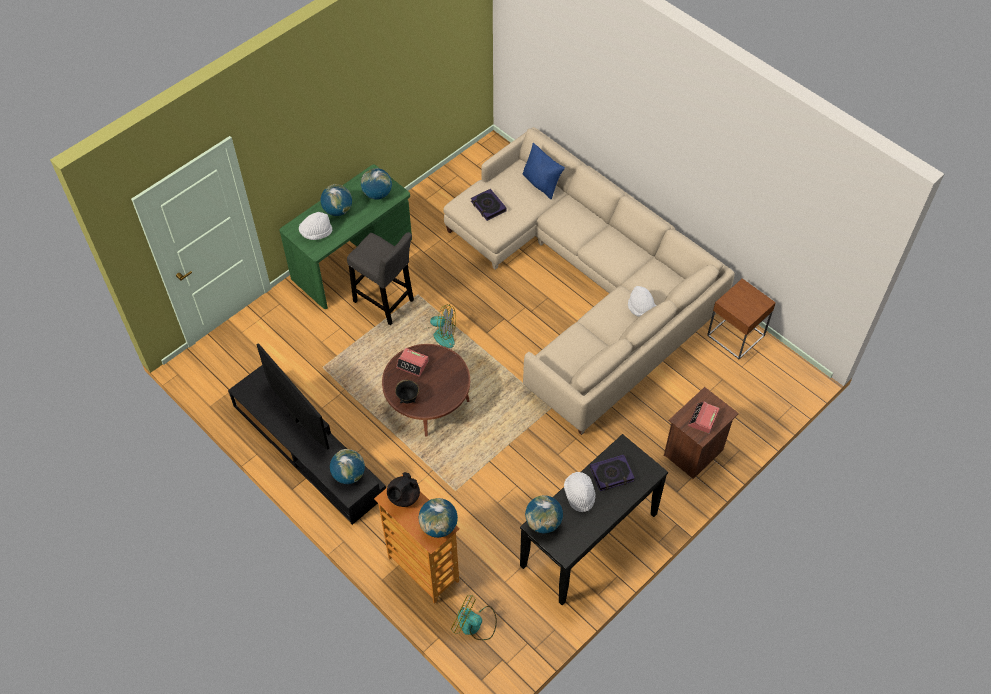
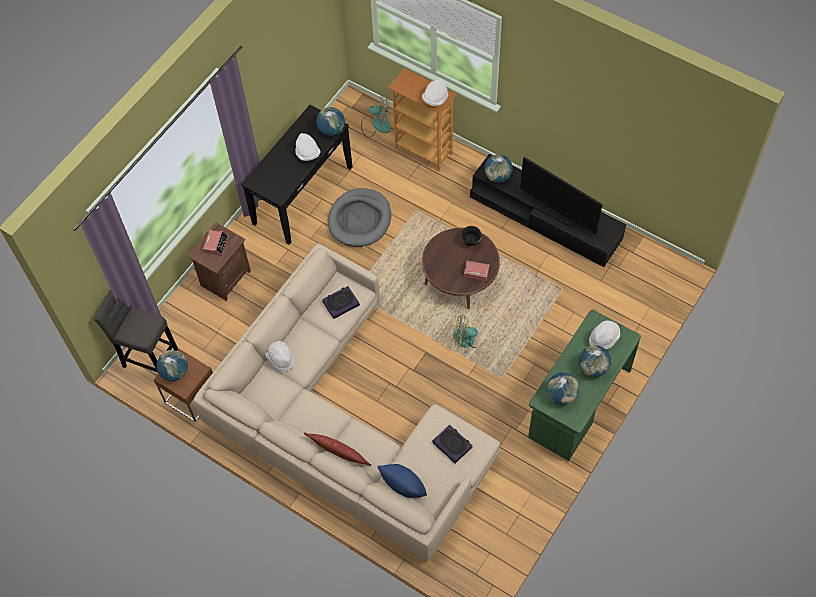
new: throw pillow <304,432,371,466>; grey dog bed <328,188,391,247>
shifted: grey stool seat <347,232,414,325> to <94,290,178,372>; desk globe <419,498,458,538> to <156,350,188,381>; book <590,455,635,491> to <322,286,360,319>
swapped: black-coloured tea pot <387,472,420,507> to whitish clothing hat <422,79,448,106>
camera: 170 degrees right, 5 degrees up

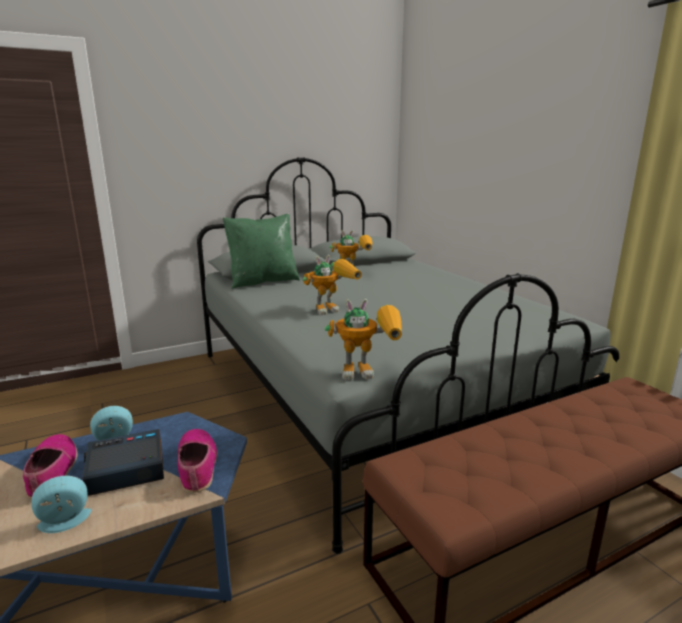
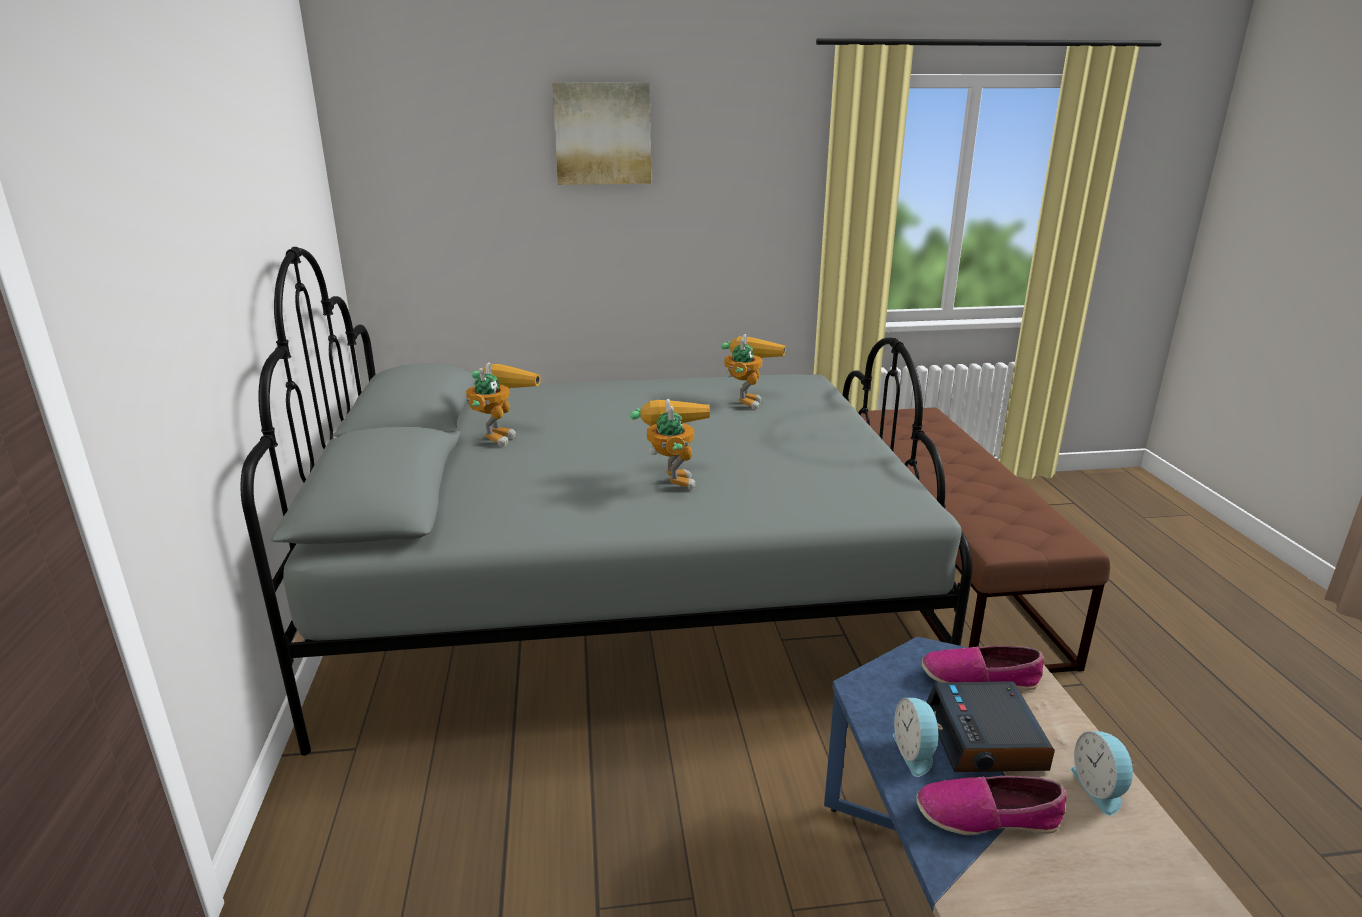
gone: green-coloured throw pillow <223,214,300,289>
new: wall picture <552,82,651,185>
shifted: model robot <324,299,402,380> to <721,334,785,410>
camera: 70 degrees left, 5 degrees up

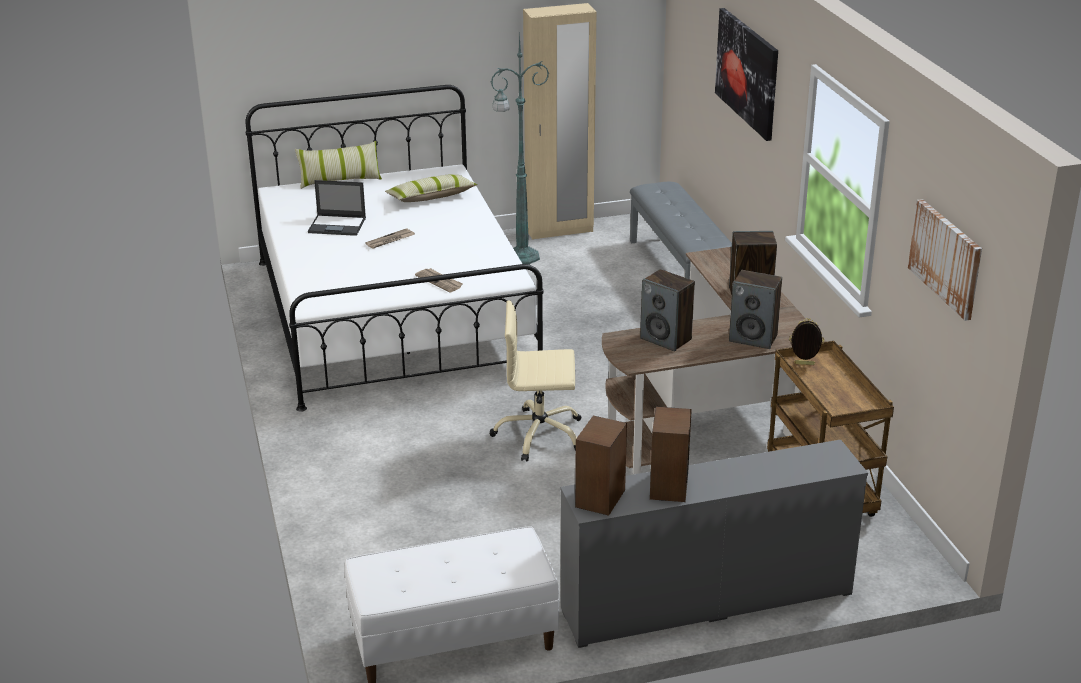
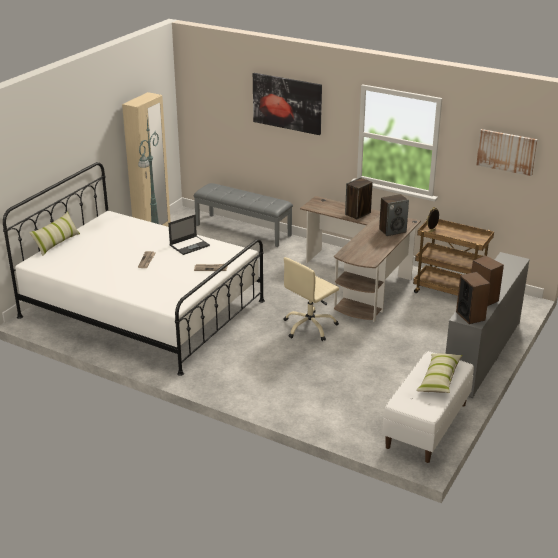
gone: audio speaker <640,269,695,351>
shifted: notebook computer <308,180,366,236> to <168,214,210,255>; throw pillow <385,174,477,202> to <416,354,463,393>
camera: 45 degrees left, 0 degrees up

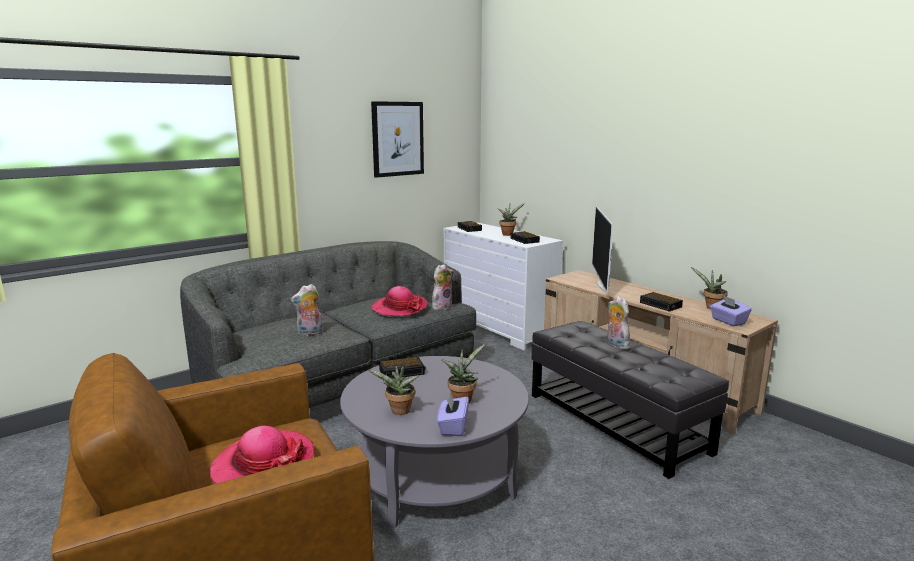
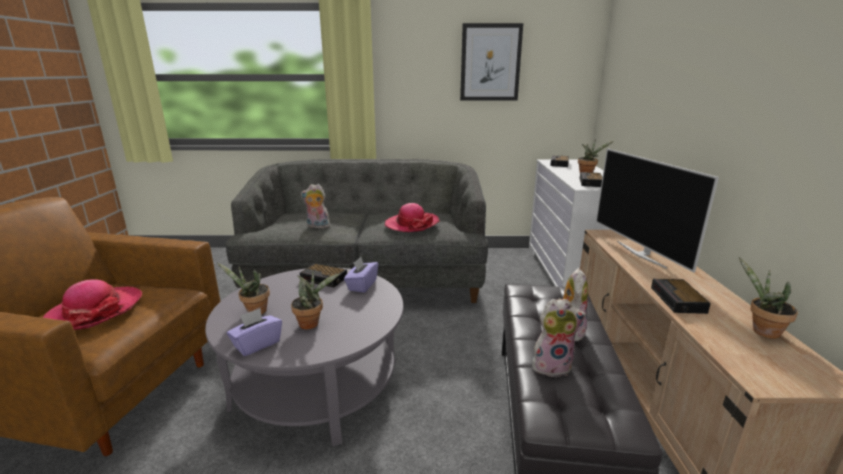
shifted: purple-coloured tissue holder <710,296,751,326> to <344,257,378,293>; soft toy <432,264,453,310> to <532,299,586,378>
rotated: TV set <592,206,613,293> = <596,148,719,273> 60 degrees counterclockwise
camera: 40 degrees right, 5 degrees up

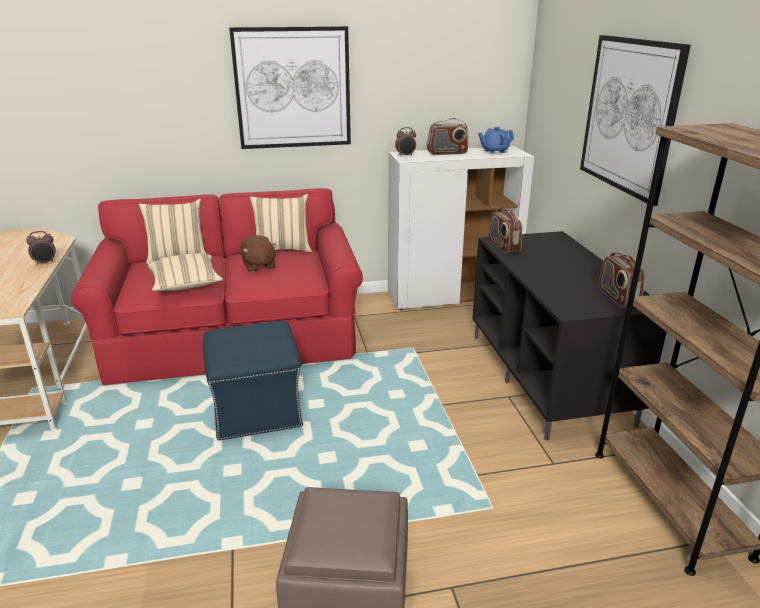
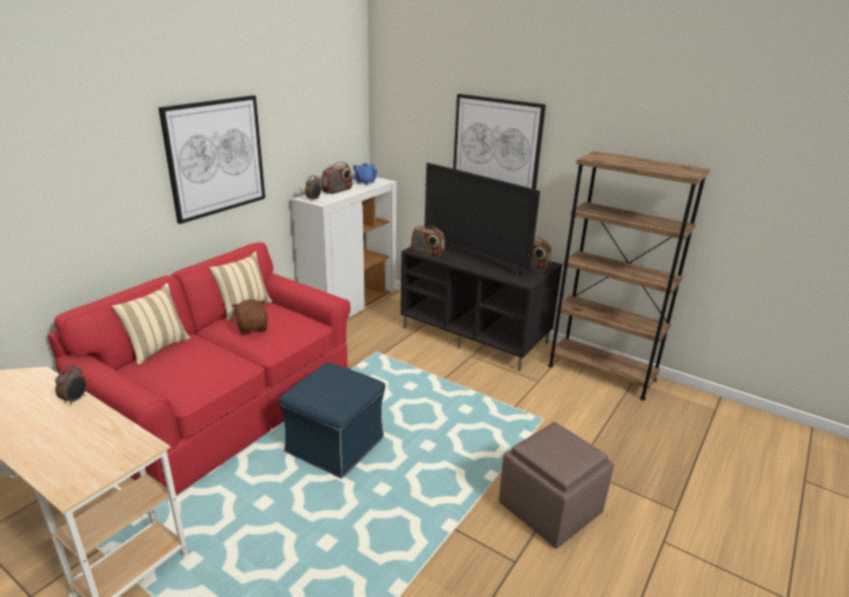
gone: sand-coloured throw pillow <148,253,223,291>
new: TV set <424,163,540,277>
rotated: brownish soft toy <240,235,277,272> = <232,299,268,335> 135 degrees counterclockwise
camera: 45 degrees left, 0 degrees up

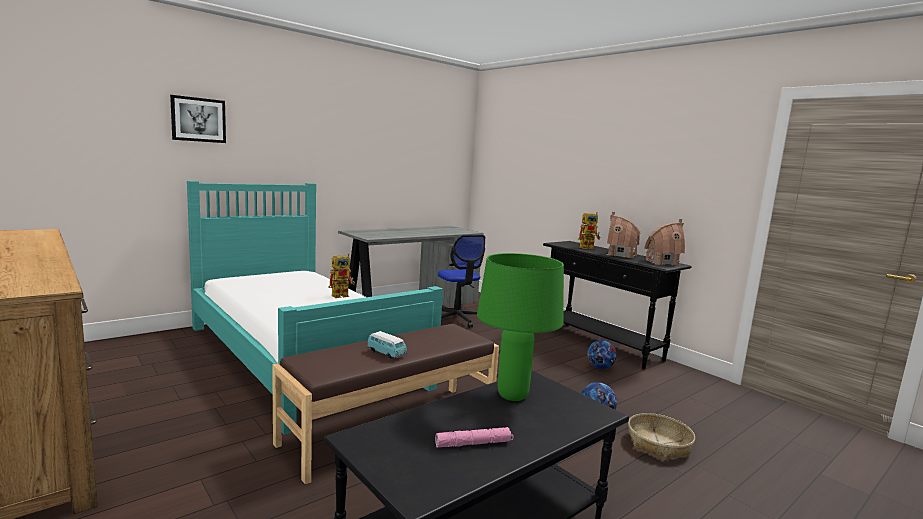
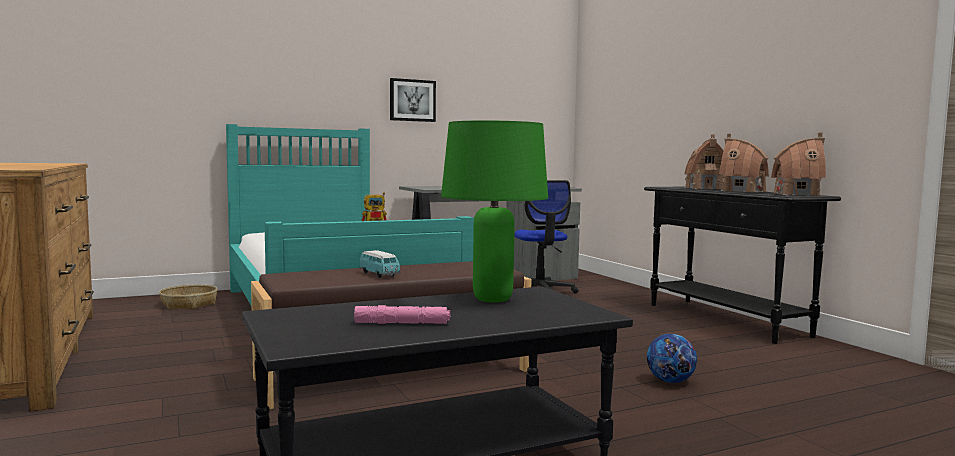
gone: football ball <587,340,617,369>
shifted: household basket <628,413,695,461> to <159,284,218,309>; wall picture <170,95,226,143> to <390,78,436,122>
swapped: model robot <578,212,600,249> to model house <684,134,725,189>
camera: 15 degrees right, 5 degrees down

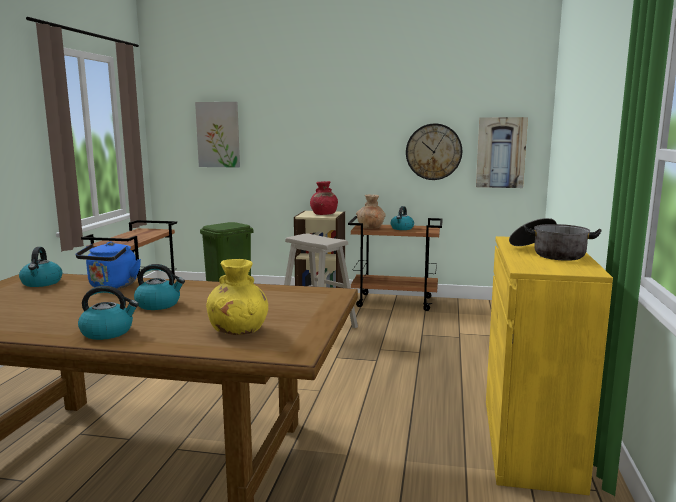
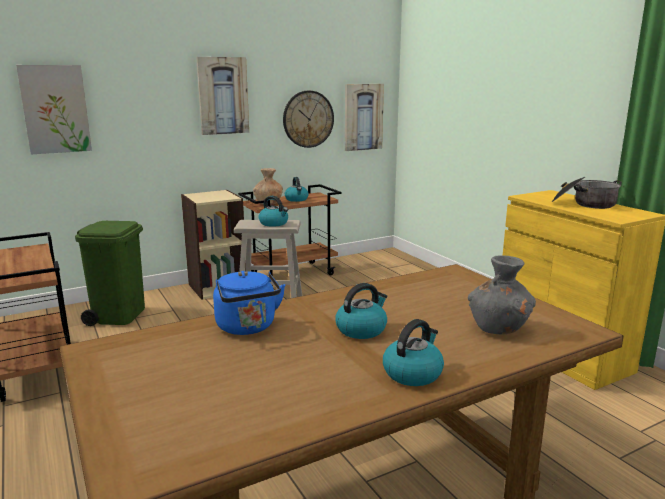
gone: reddish flower vase <310,181,338,215>
new: wall picture <196,57,249,135>
shifted: kettle <19,247,62,287> to <259,196,288,227>
repainted: yellow flower vase <206,259,268,335> to grey flower vase <468,256,536,334>
camera: 40 degrees left, 5 degrees up

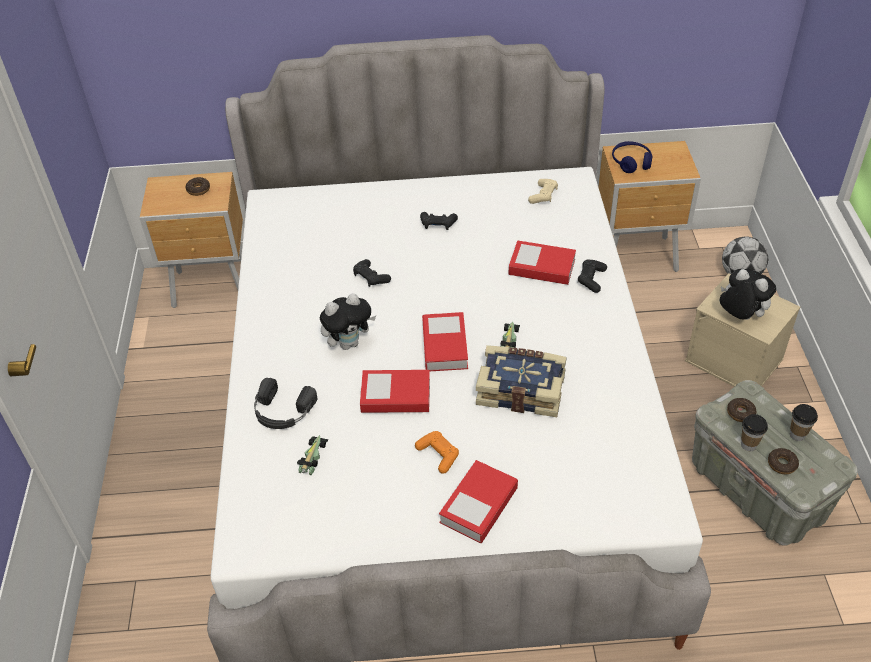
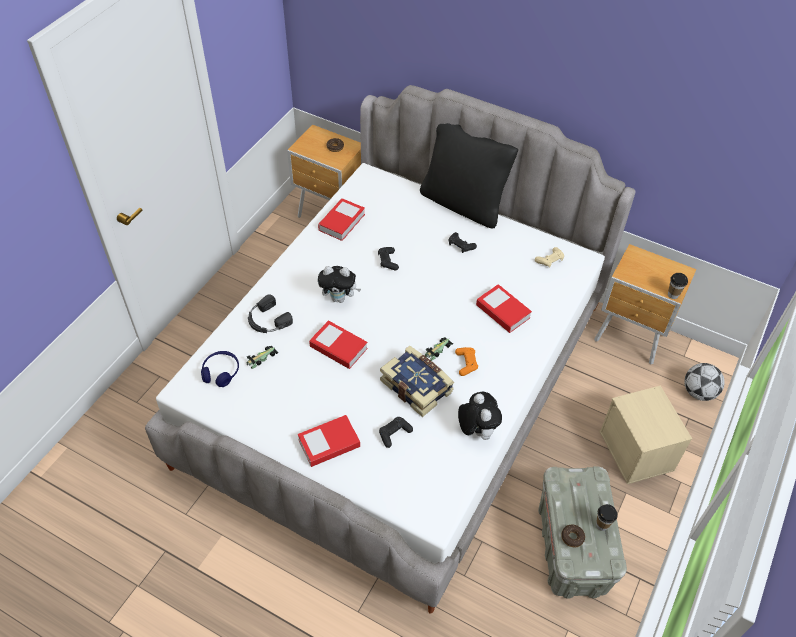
gone: donut <727,398,756,422>
new: black-coloured throw pillow <420,123,518,229>
shifted: blue headphones <612,141,653,173> to <201,351,239,387>; book <422,312,468,371> to <318,198,365,241>; black-coloured gamepad <578,259,607,293> to <379,417,413,448>; orange gamepad <415,431,459,474> to <455,347,478,376>; soft toy <720,269,776,320> to <458,392,502,440>; drinking cup <741,414,768,451> to <668,273,688,299>
camera: 30 degrees right, 5 degrees up

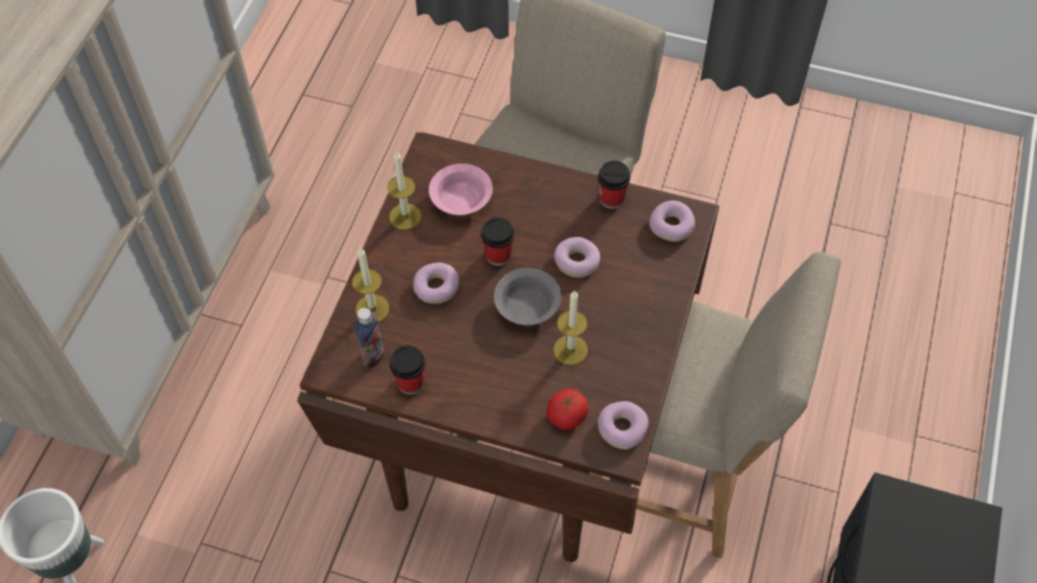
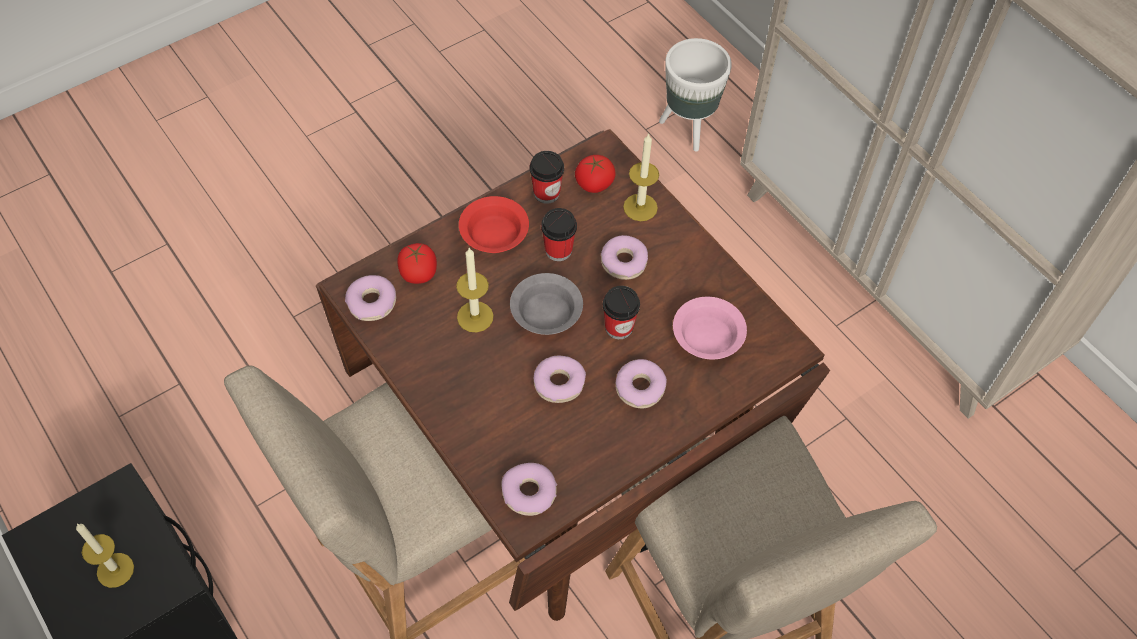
new: reddish bowl <459,196,529,253>; donut <615,359,667,409>
shifted: wax candle <387,151,421,230> to <76,524,134,588>; drinking cup <598,161,630,209> to <541,208,577,261>
swapped: drink bottle <355,308,383,368> to whole tomato <575,155,615,193>
camera: 125 degrees right, 0 degrees up

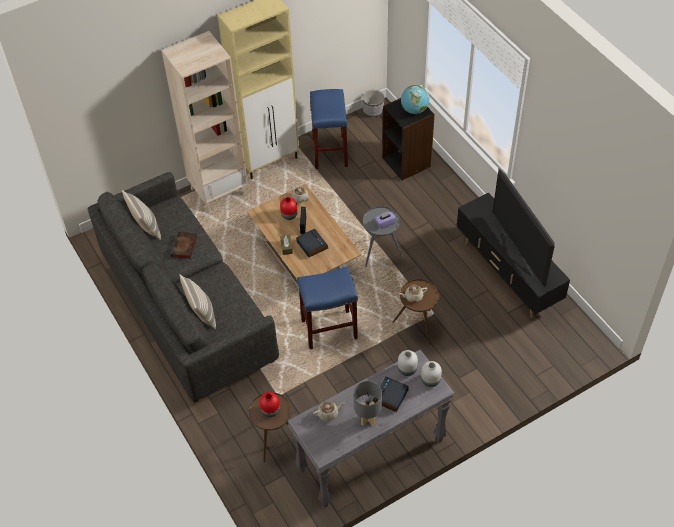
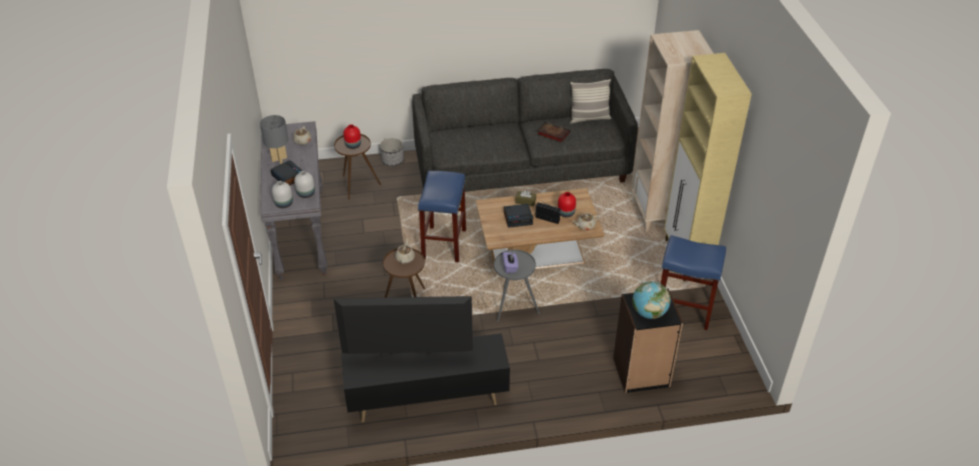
gone: throw pillow <180,274,216,329>
shifted: plant pot <362,90,384,117> to <380,138,404,166>
camera: 110 degrees right, 10 degrees down

